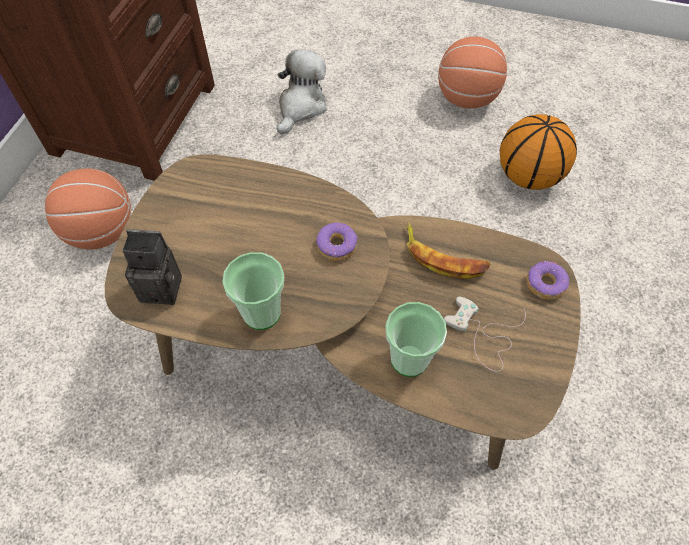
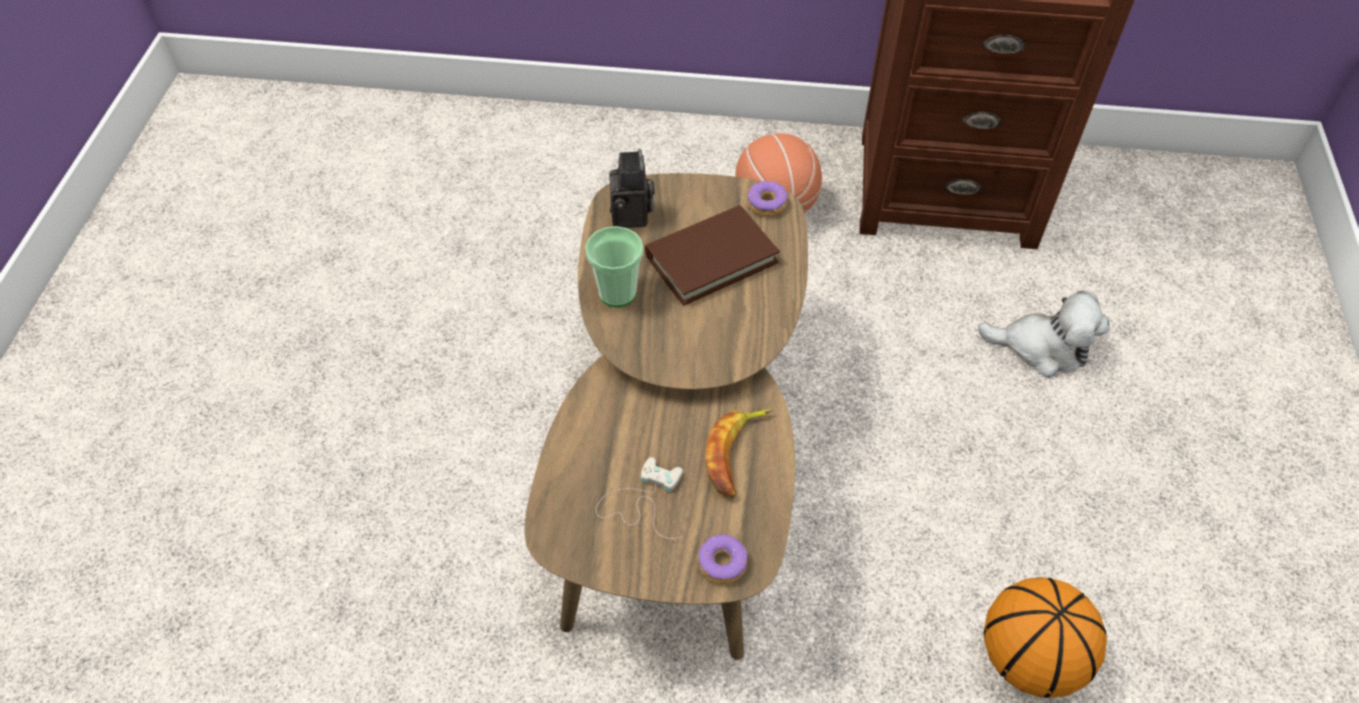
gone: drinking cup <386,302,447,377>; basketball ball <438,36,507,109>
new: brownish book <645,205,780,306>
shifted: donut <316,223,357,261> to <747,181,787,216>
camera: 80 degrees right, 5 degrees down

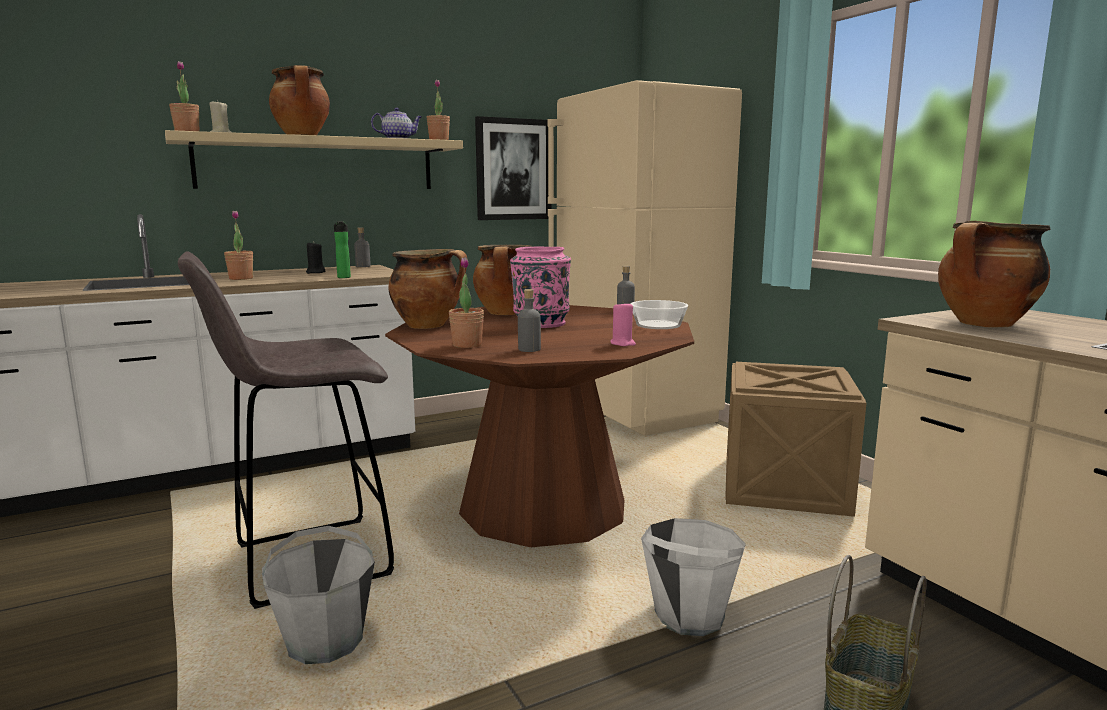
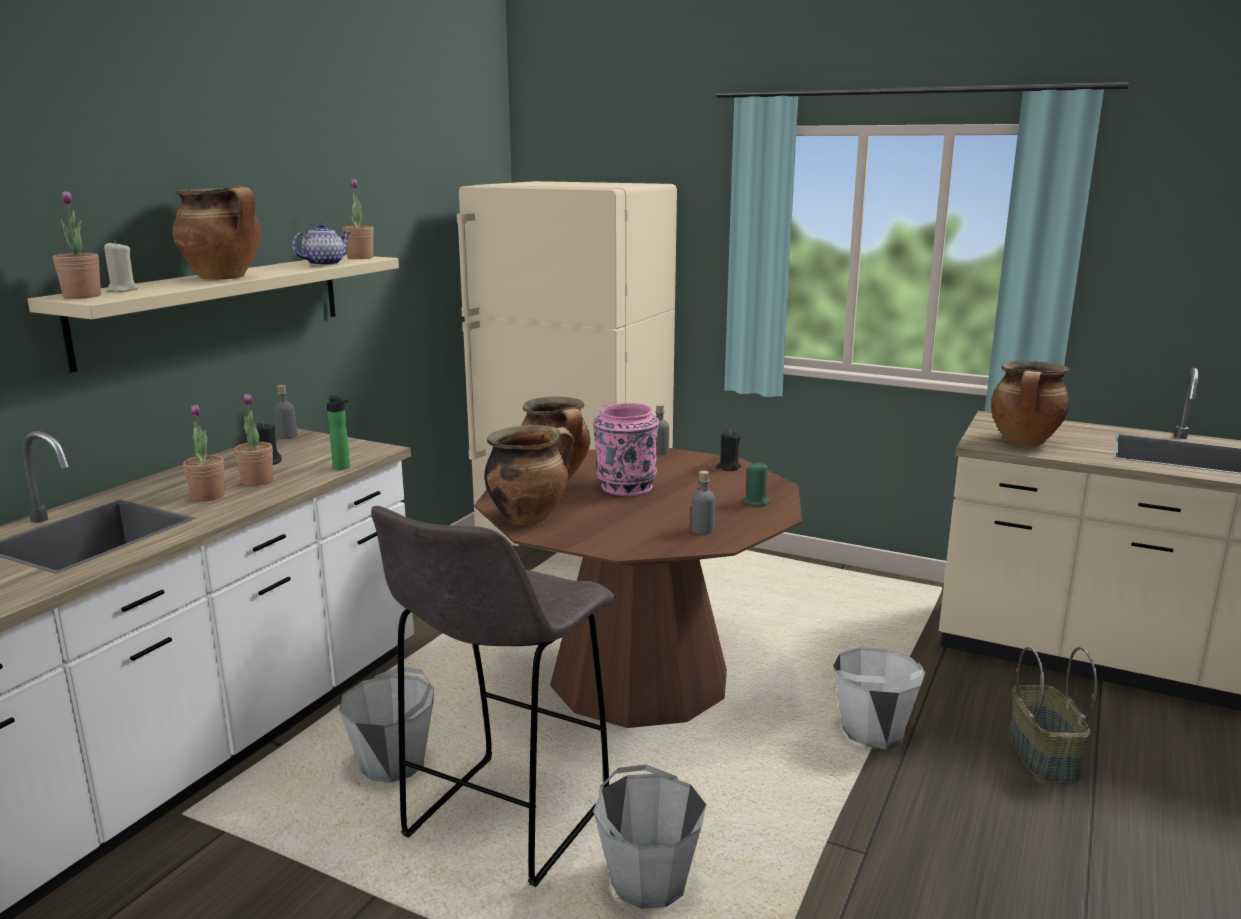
gone: wall picture <475,116,551,220>; packing crate <725,362,867,517>
new: grey bucket <339,667,434,783>
shifted: plant in a pot <449,257,484,348> to <234,394,273,486>
swapped: bowl <631,300,688,329> to black-coloured wax candle <716,431,741,471>
repainted: pink wax candle <611,301,636,346> to green-coloured wax candle <743,462,771,506>
camera: 35 degrees left, 5 degrees up

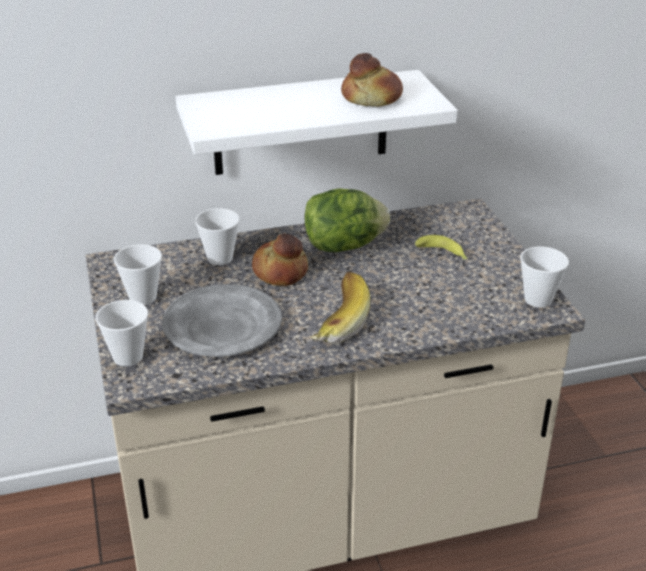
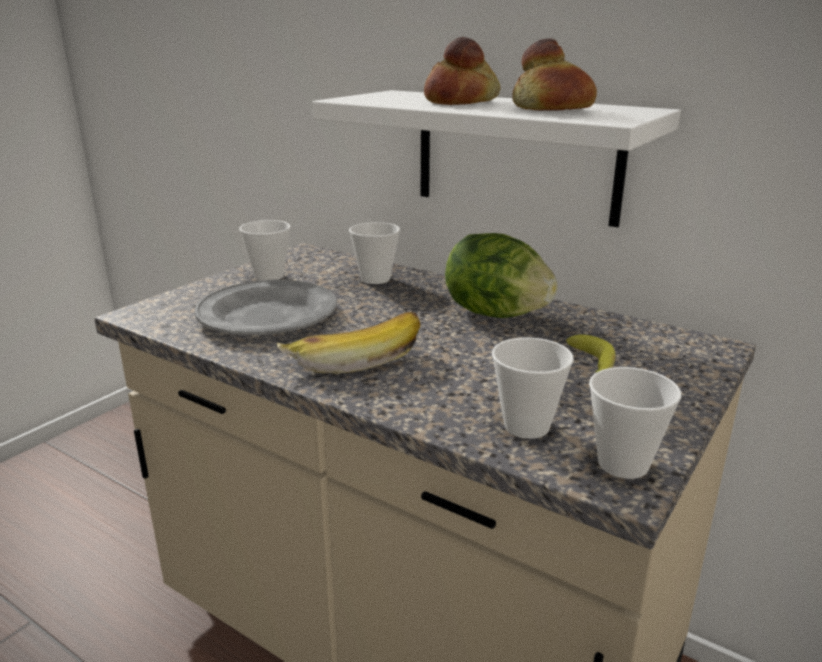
shifted: baked bread <252,233,308,286> to <424,37,500,105>; drinking cup <95,300,148,366> to <492,337,574,439>
camera: 50 degrees right, 10 degrees down

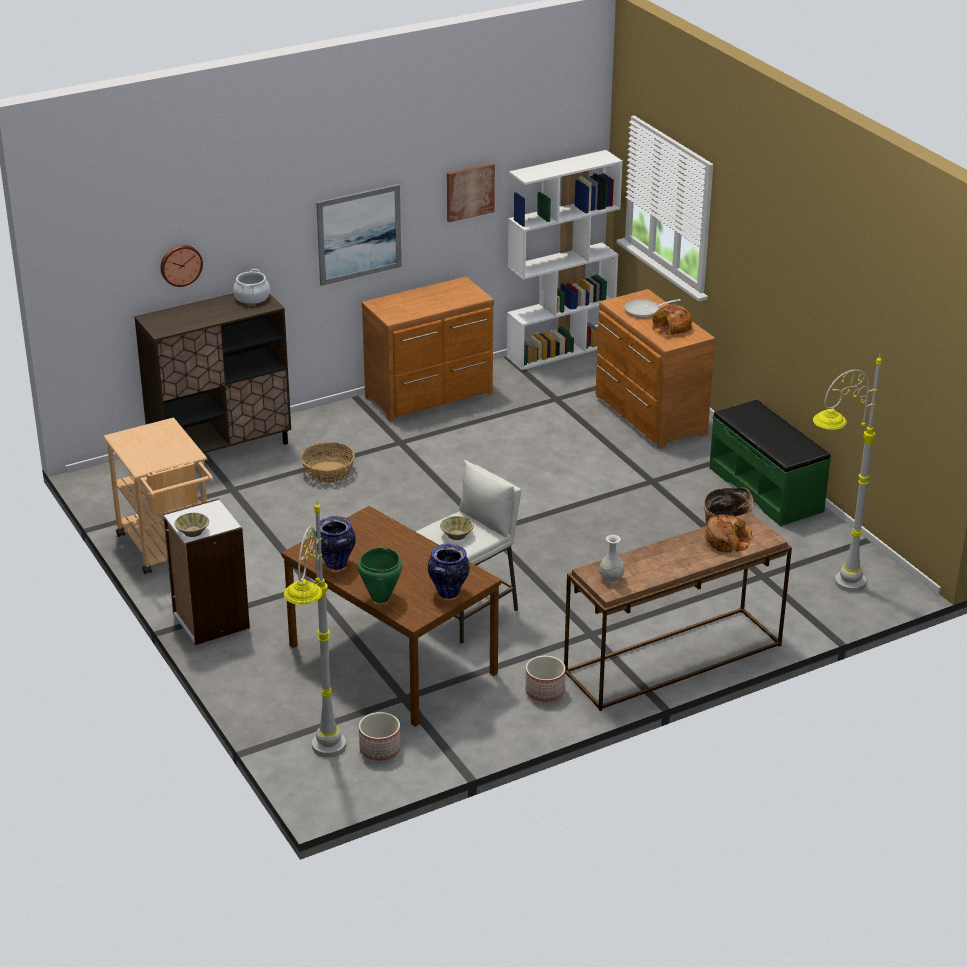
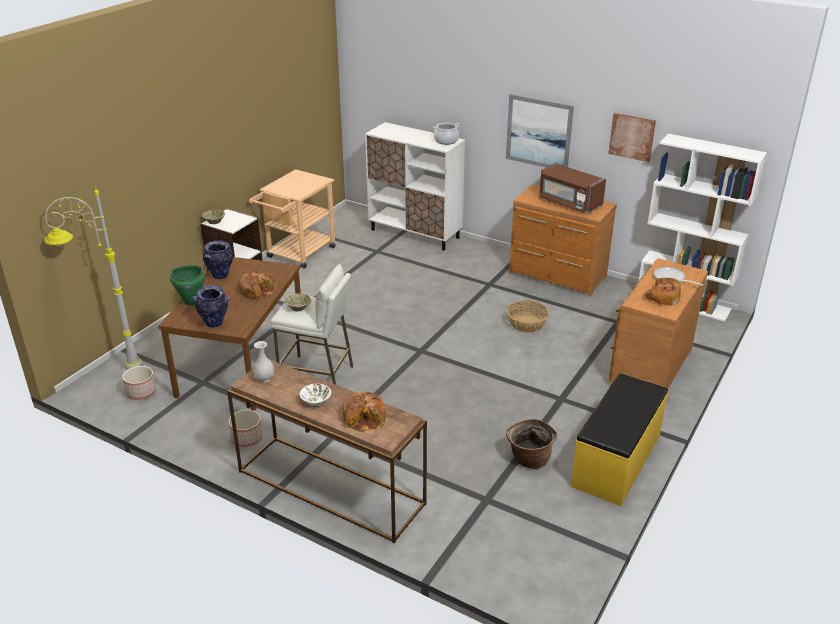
gone: clock on the wall <160,245,203,287>; grey standard lamp <813,353,882,592>
new: baked bread <239,272,277,299>; whitish bowl <299,384,331,407>; brownish kitchen microwave <539,163,606,213>
shifted: household basket <301,442,355,483> to <507,300,549,333>
repainted: brownish cupboard <134,293,291,453> to whitish cupboard <365,122,465,251>; green-coloured indoor bench <709,399,831,526> to yellow indoor bench <571,373,668,506>
camera: 60 degrees right, 0 degrees up

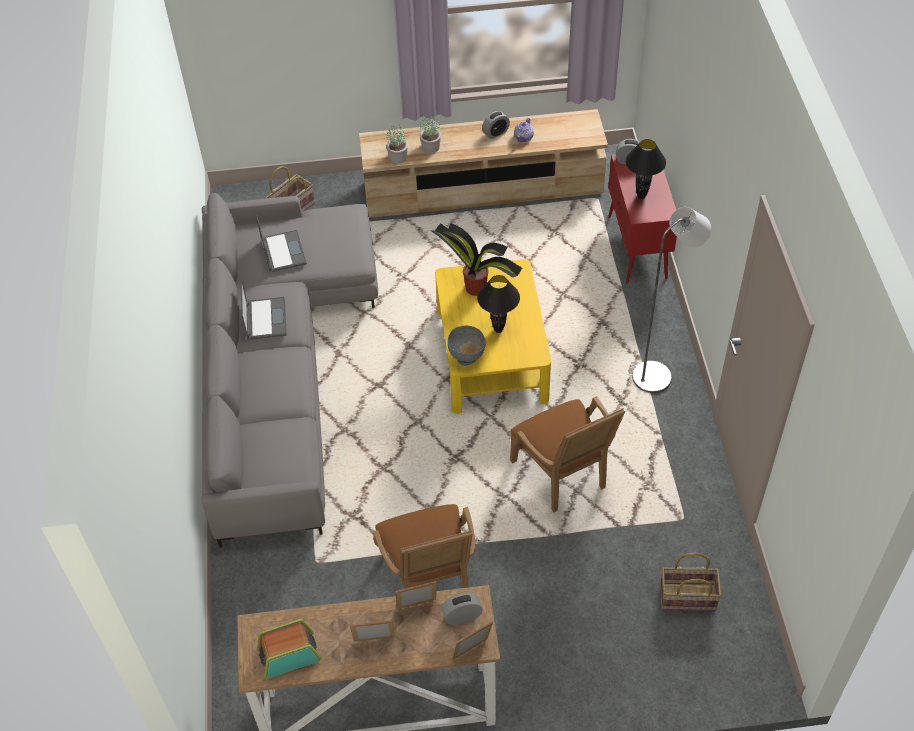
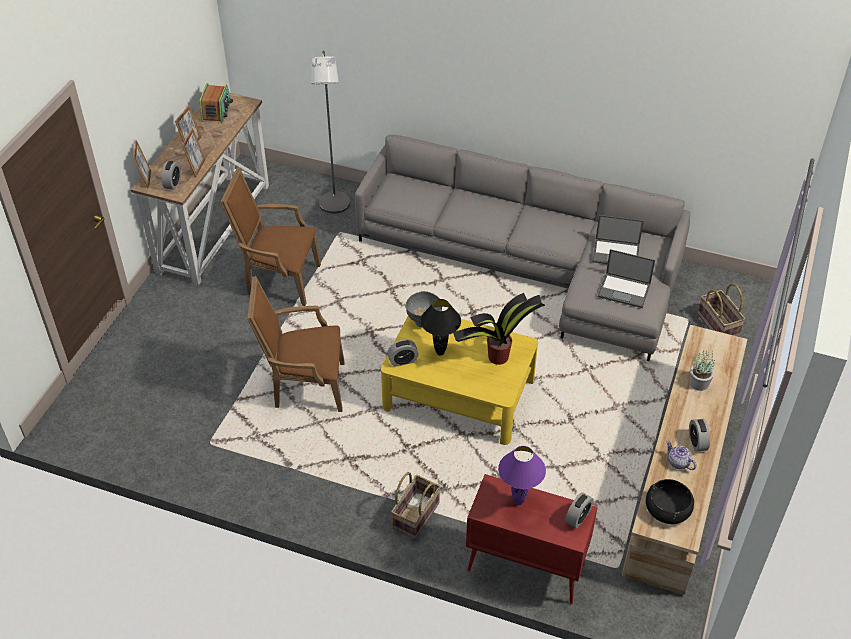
gone: plant in a pot <386,125,408,163>
new: alarm clock <387,340,419,367>; black-coloured bowl <646,479,694,524>
shifted: grey standard lamp <632,207,711,394> to <311,51,350,214>; household basket <660,553,722,611> to <391,472,440,539>; notebook computer <241,278,287,340> to <598,249,655,308>
repainted: black-coloured table lamp <625,139,666,199> to purple-coloured table lamp <498,446,546,505>
camera: 115 degrees right, 5 degrees down

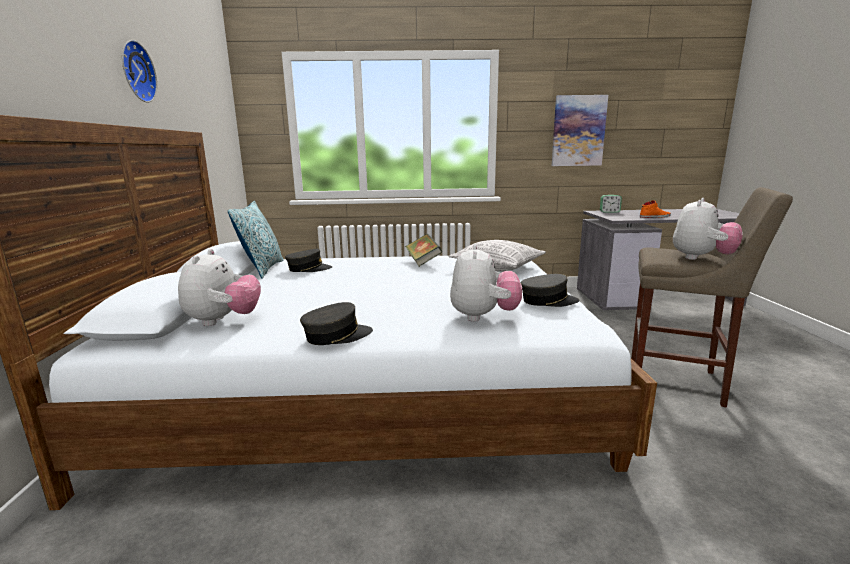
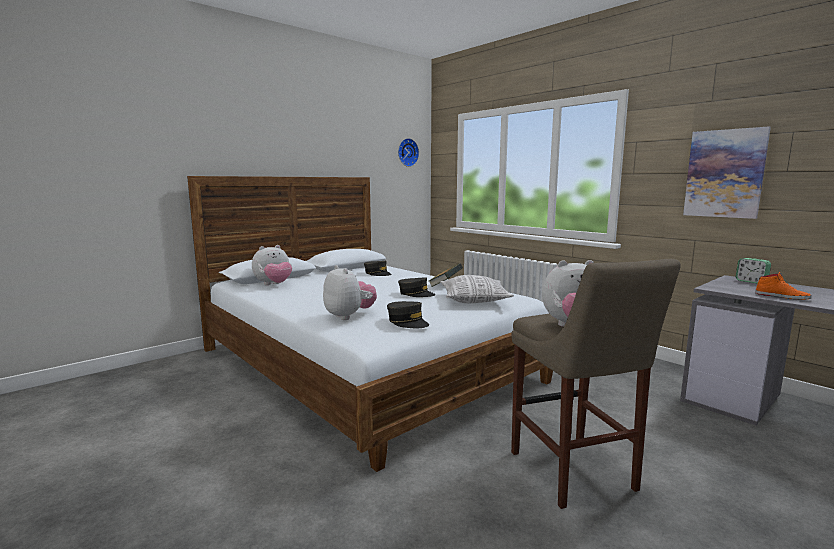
gone: throw pillow <228,201,284,279>
shifted: clock on the wall <122,40,157,102> to <398,138,419,167>; grey baseball cap <300,302,373,345> to <398,277,436,297>
rotated: soft toy <450,244,522,322> = <323,265,377,320> 90 degrees counterclockwise
camera: 50 degrees right, 5 degrees down

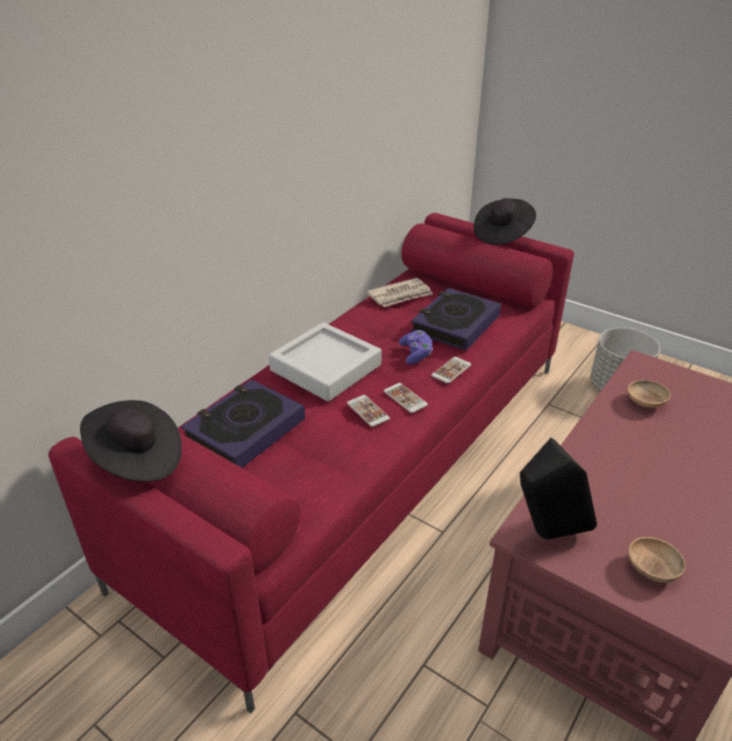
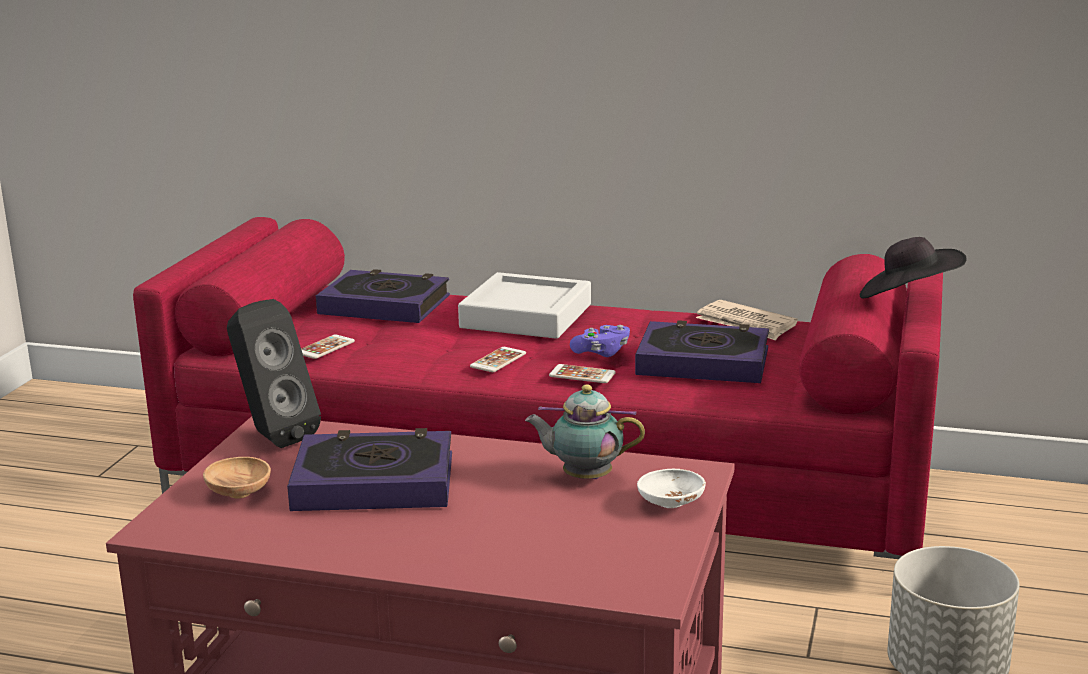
gone: black-coloured clothing hat <80,400,182,482>
new: book <287,428,452,511>; whitish bowl <637,469,706,508>
shifted: phone <347,395,390,427> to <301,334,355,359>
swapped: brownish bowl <627,380,671,408> to tea pot <525,384,645,479>
camera: 70 degrees right, 15 degrees down

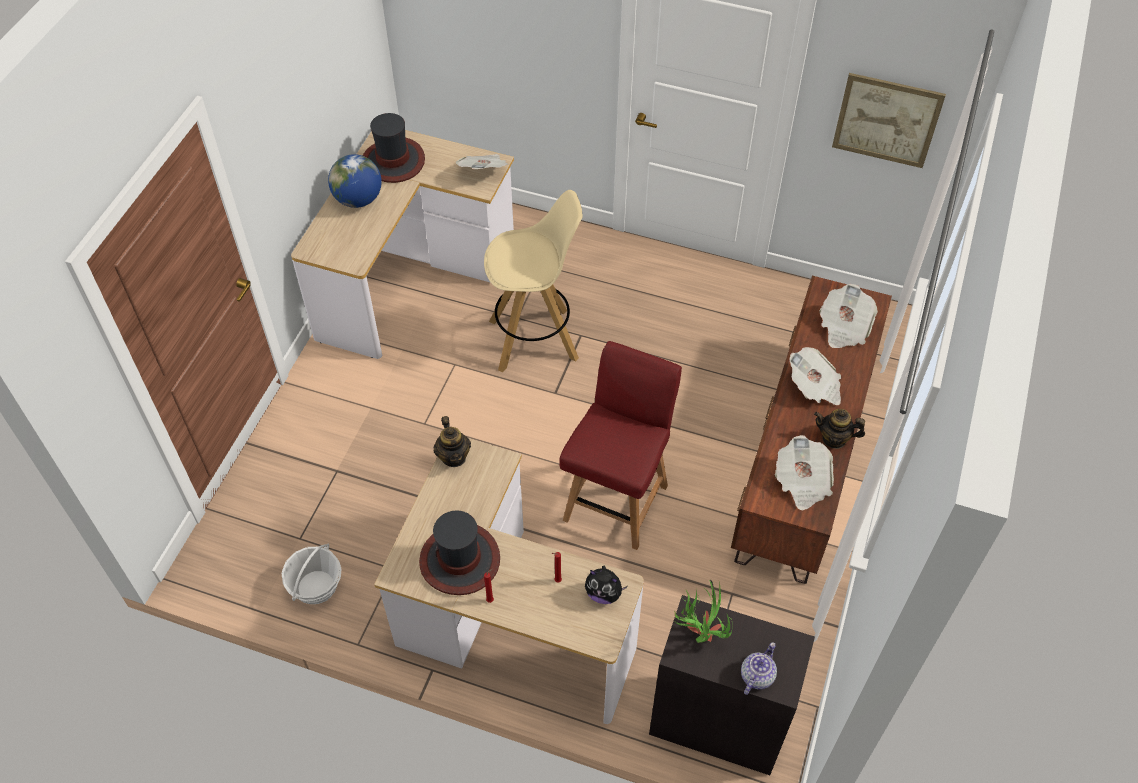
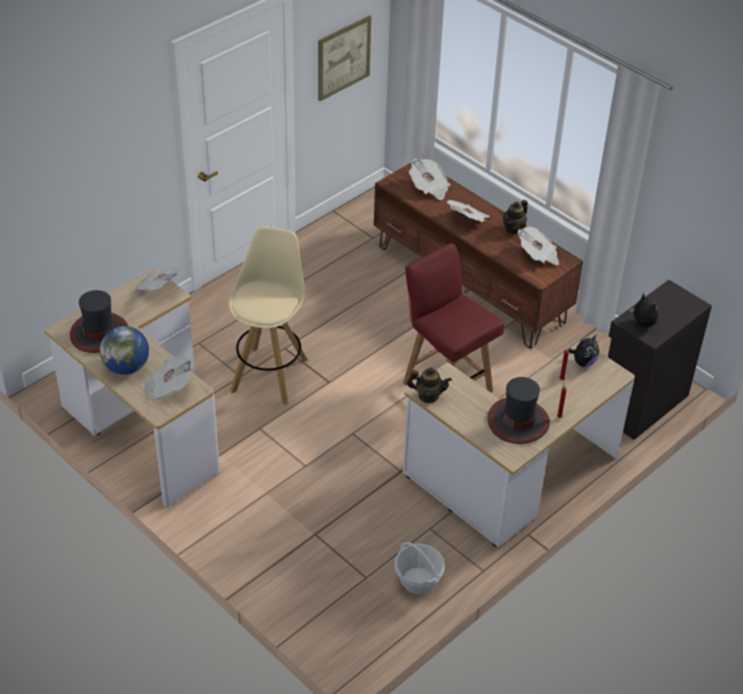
gone: tea pot <741,642,777,695>
new: printed paper <141,355,193,402>
swapped: plant in a pot <674,580,733,643> to soft toy <629,292,658,328>
camera: 65 degrees left, 10 degrees down

